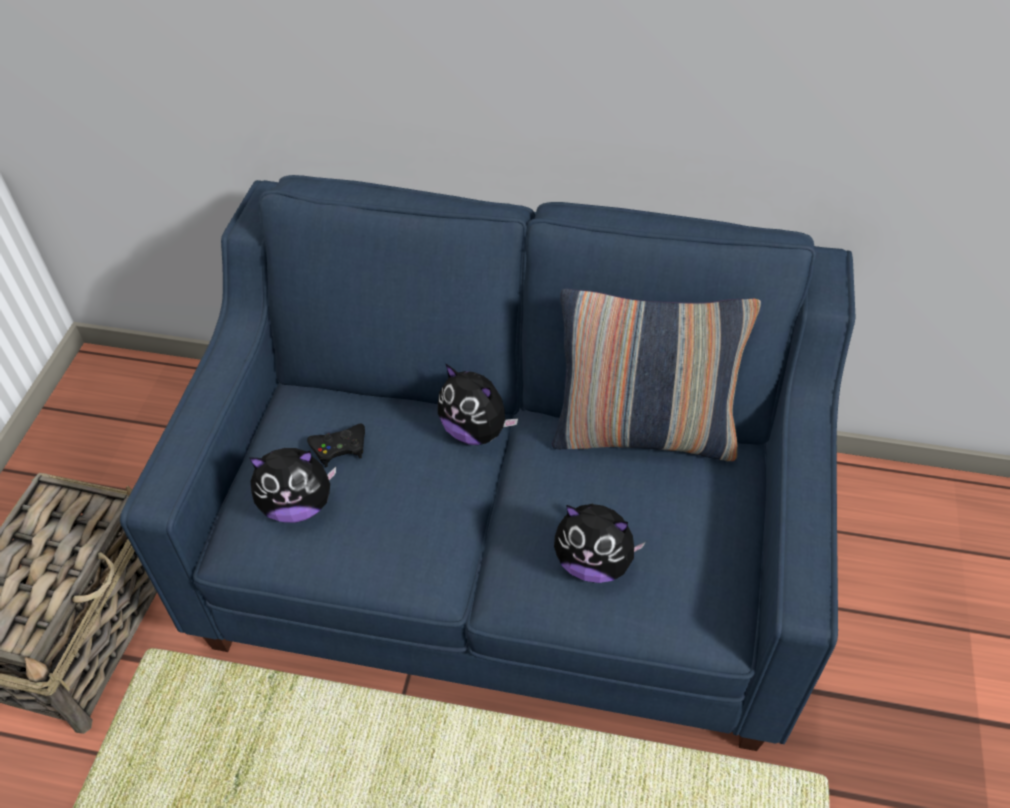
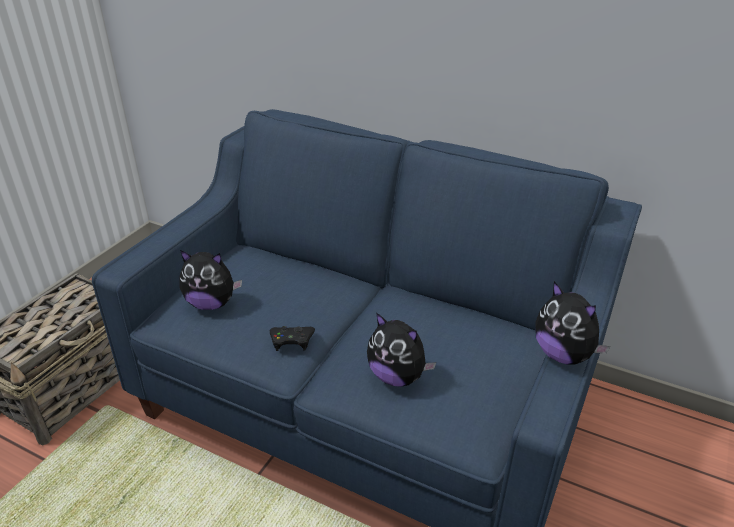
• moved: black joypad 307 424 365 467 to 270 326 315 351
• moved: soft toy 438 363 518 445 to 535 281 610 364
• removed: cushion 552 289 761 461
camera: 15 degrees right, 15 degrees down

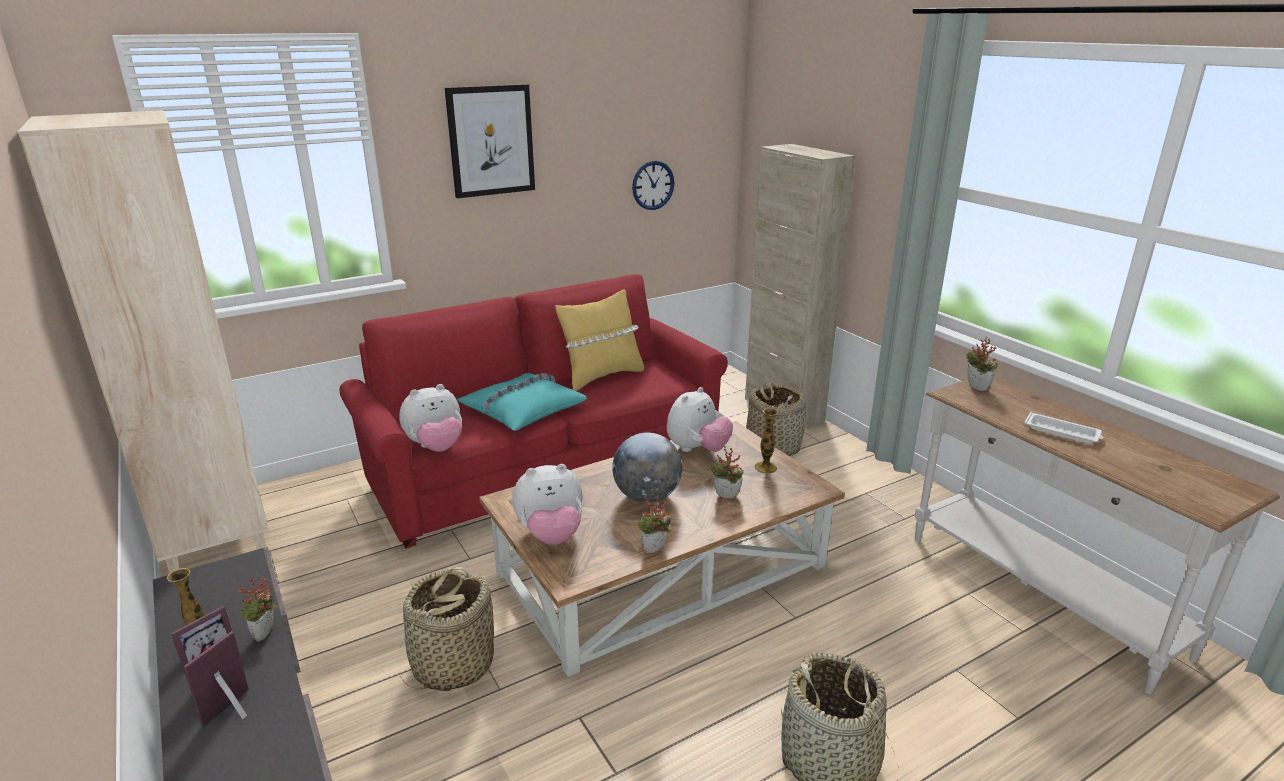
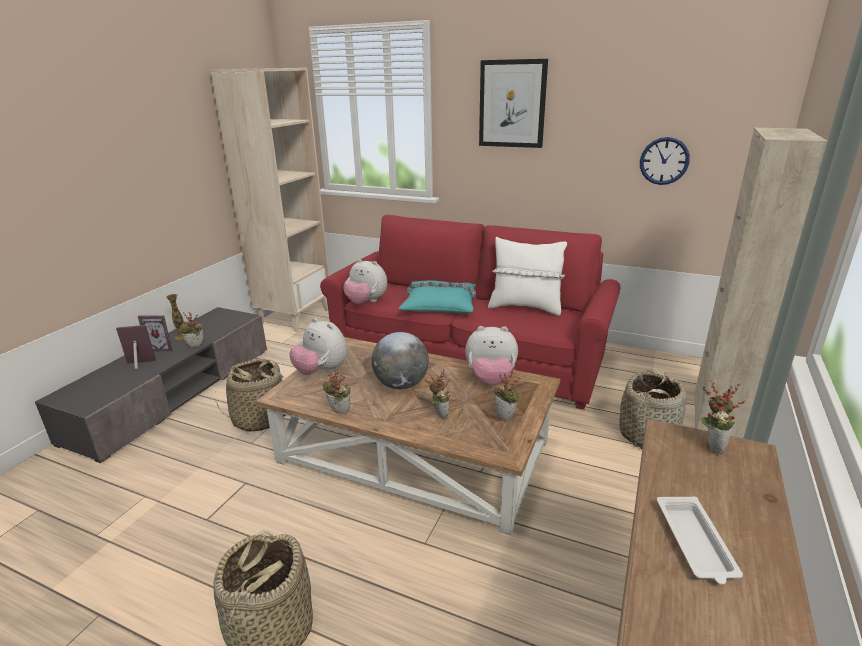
• recoloured: yellow cushion 555 289 644 391 to white-coloured cushion 488 237 567 316
• replaced: decorative vase 754 408 779 474 to plant in a pot 494 368 520 421
camera: 55 degrees right, 0 degrees up

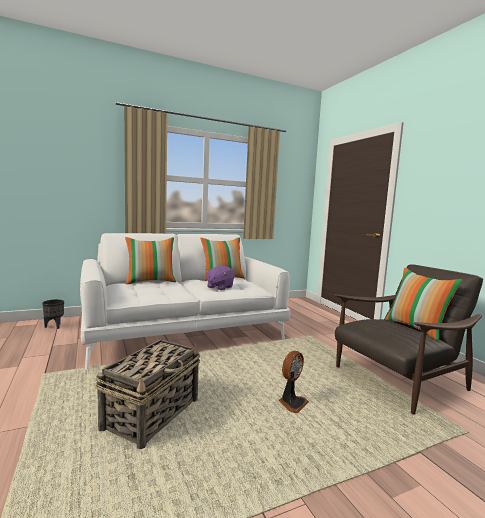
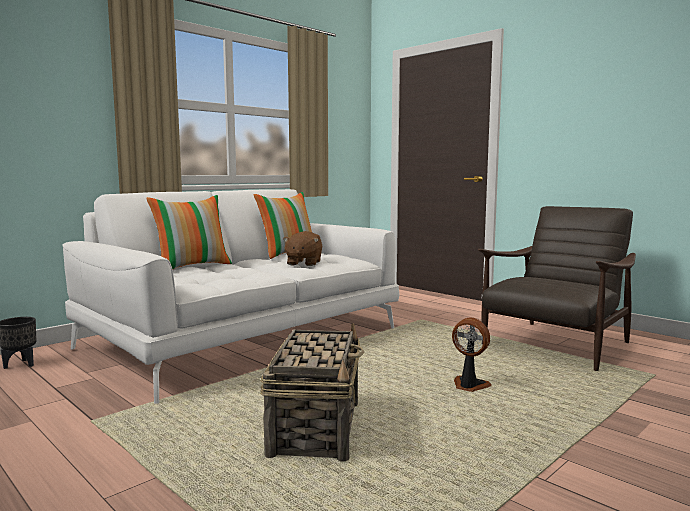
• recoloured: purplish soft toy 206 266 235 290 to brown-coloured soft toy 283 231 322 266
• turned: fan 278 351 309 413 = 452 318 492 392 75 degrees counterclockwise
• removed: cushion 385 268 462 341
camera: 20 degrees left, 0 degrees up

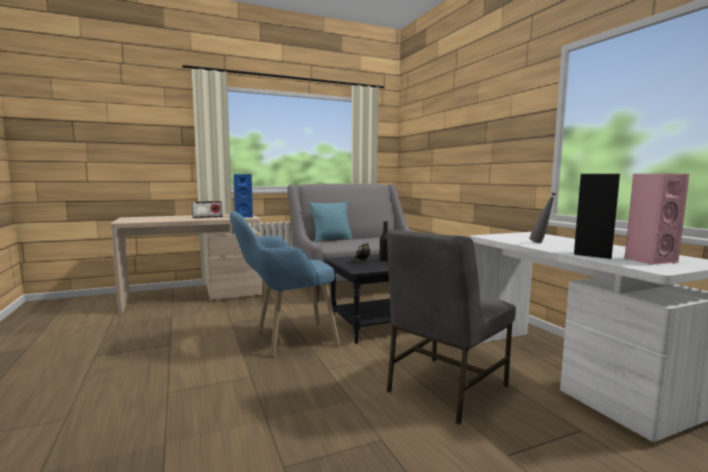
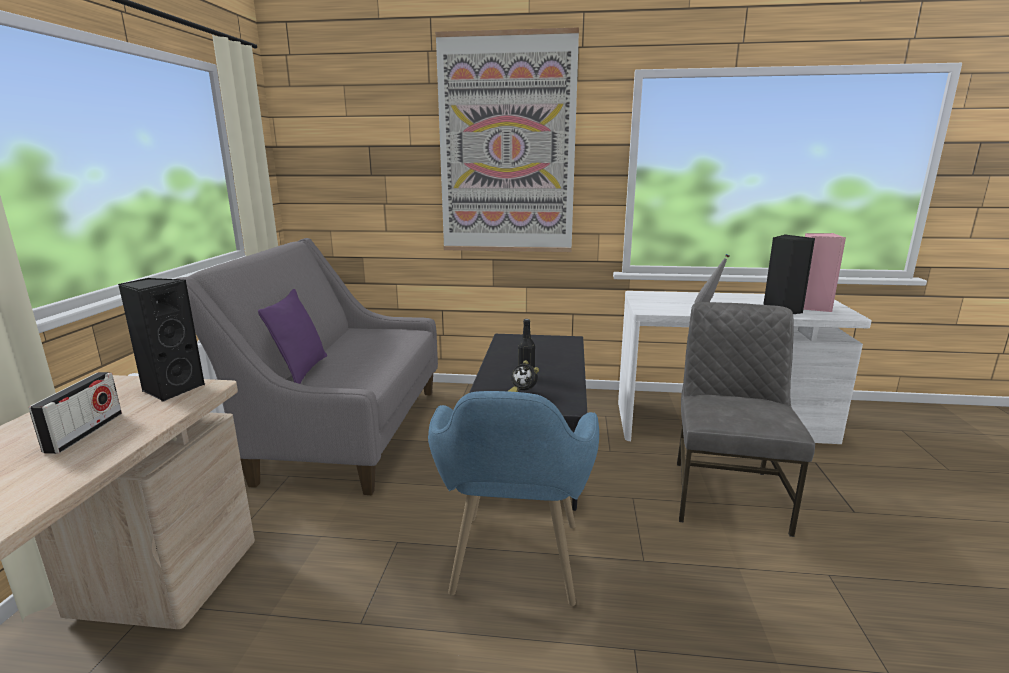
• recoloured: blue-coloured audio speaker 233 174 253 218 to black audio speaker 118 278 205 402
• recoloured: blue-green cushion 310 201 353 242 to purplish cushion 258 289 327 384
• turned: greyish chair 387 229 516 425 = 677 302 815 537 150 degrees counterclockwise
• added: picture 435 27 579 252
camera: 60 degrees left, 10 degrees up

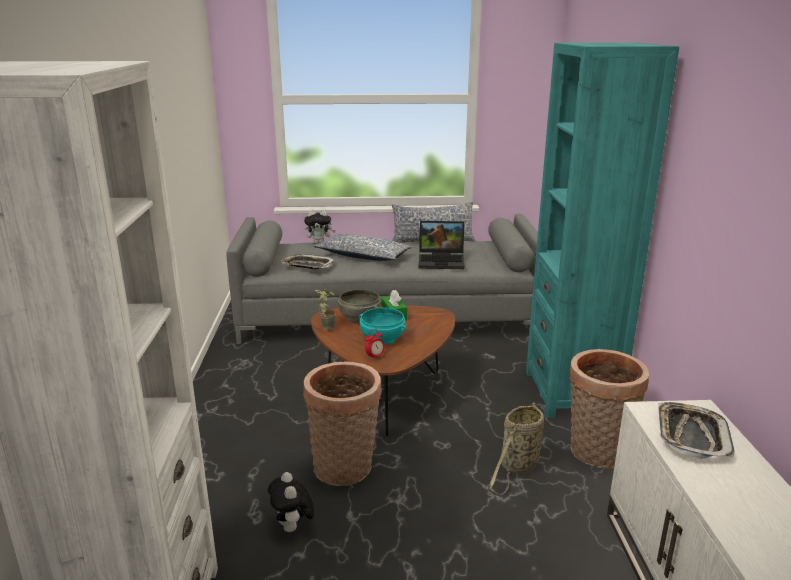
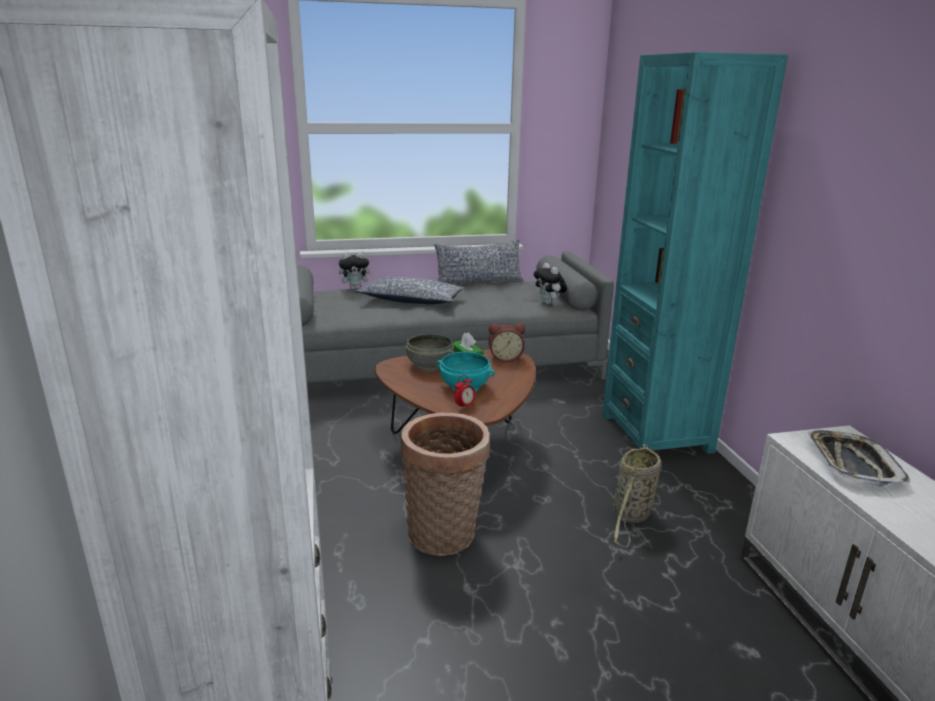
• moved: soft toy 268 472 314 532 to 534 263 567 305
• removed: carrying tray 281 254 334 270
• removed: plant in a pot 315 288 336 331
• removed: portable computer 419 221 464 269
• removed: basket 569 349 649 469
• added: alarm clock 489 323 525 362
camera: 10 degrees left, 0 degrees up

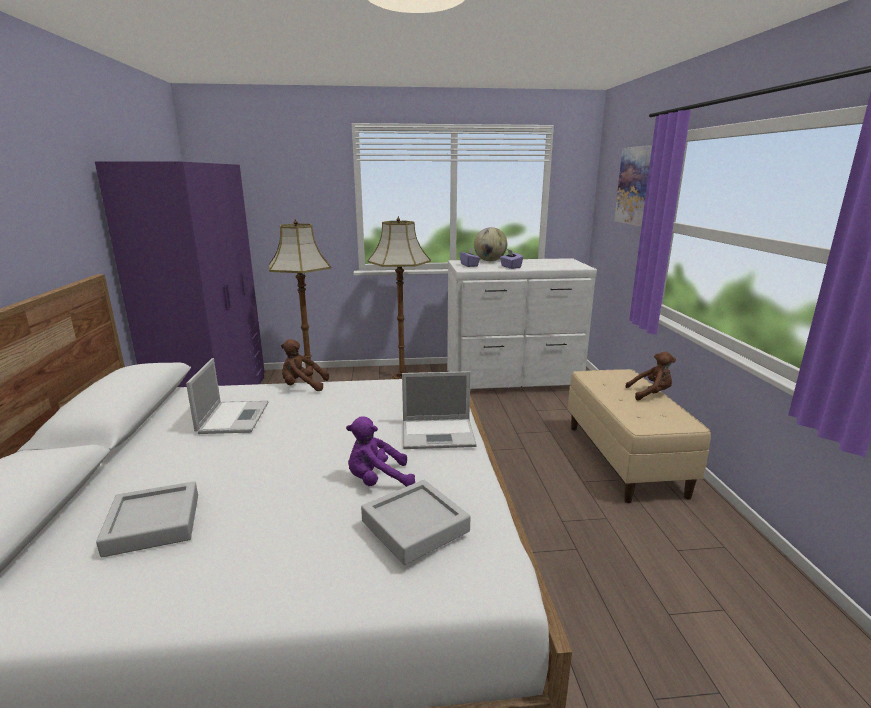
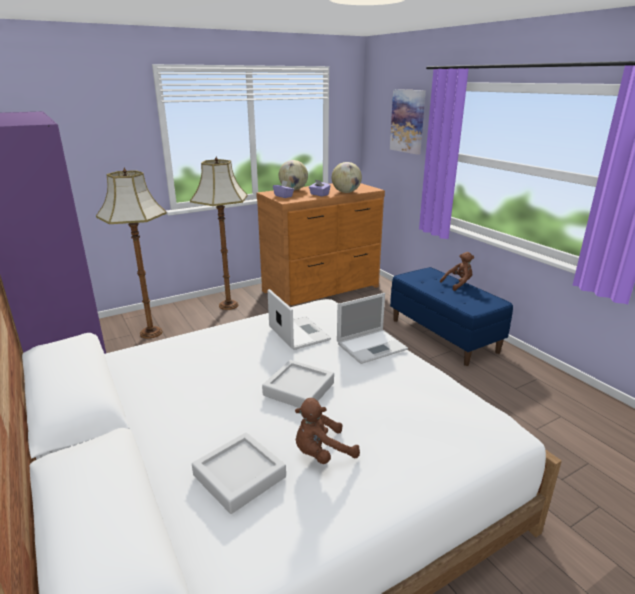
• moved: portable computer 186 358 269 434 to 267 289 331 350
• moved: brown-coloured soft toy 281 339 329 391 to 295 398 360 464
• removed: purplish soft toy 346 416 415 487
• moved: greyish carrying tray 361 480 471 565 to 262 360 334 408
• recoloured: white-coloured drawer chest 447 258 597 389 to brown-coloured drawer chest 256 183 385 306
• recoloured: sand-coloured bench 568 369 711 503 to blue-coloured bench 390 267 513 366
• added: desk globe 332 162 362 193
camera: 25 degrees left, 5 degrees up

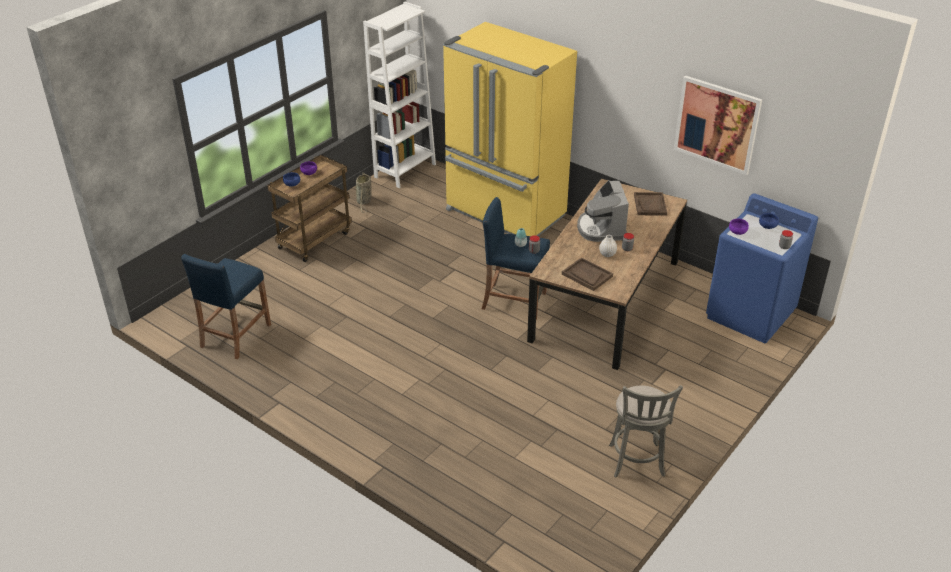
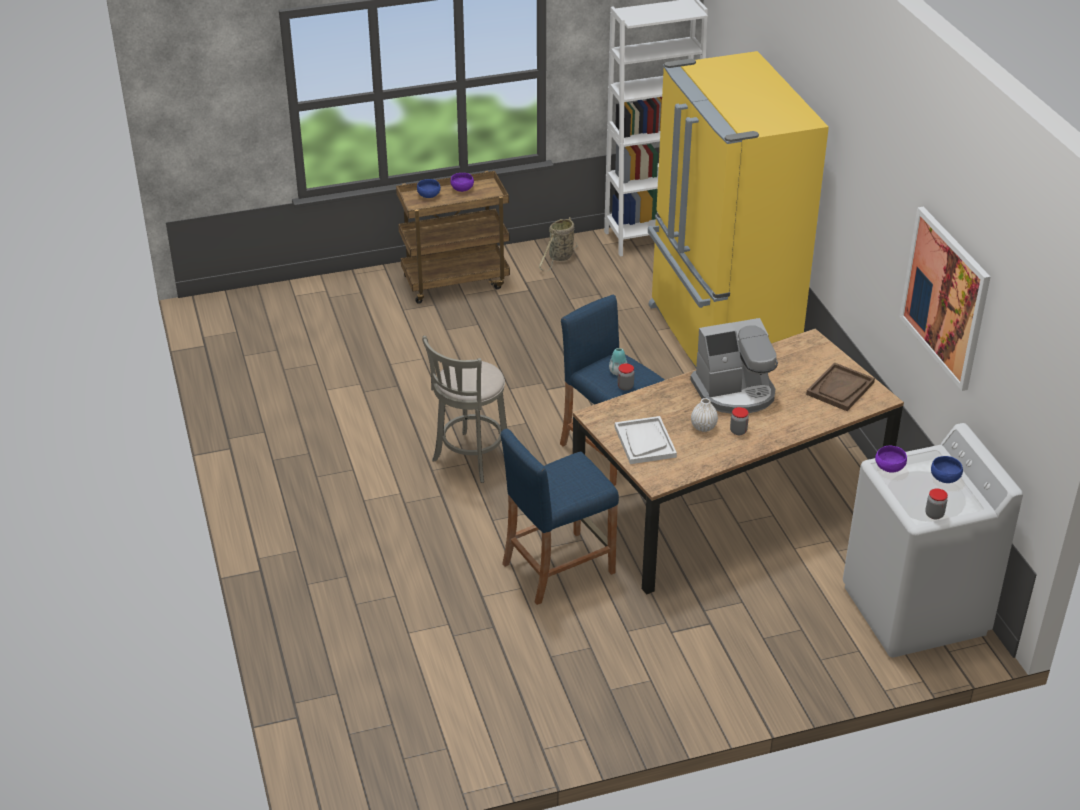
• moved: blue-coloured stool seat 181 254 271 359 to 501 429 619 605
• recoloured: brown-coloured carrying tray 562 258 613 291 to white-coloured carrying tray 615 416 677 464
• turned: coffee maker 577 180 629 242 = 690 318 778 414 135 degrees counterclockwise
• moved: greyish stool seat 609 385 683 478 to 422 336 507 483
• recoloured: blue-coloured washing machine 706 193 818 343 to white-coloured washing machine 843 423 1023 658
camera: 35 degrees right, 0 degrees up

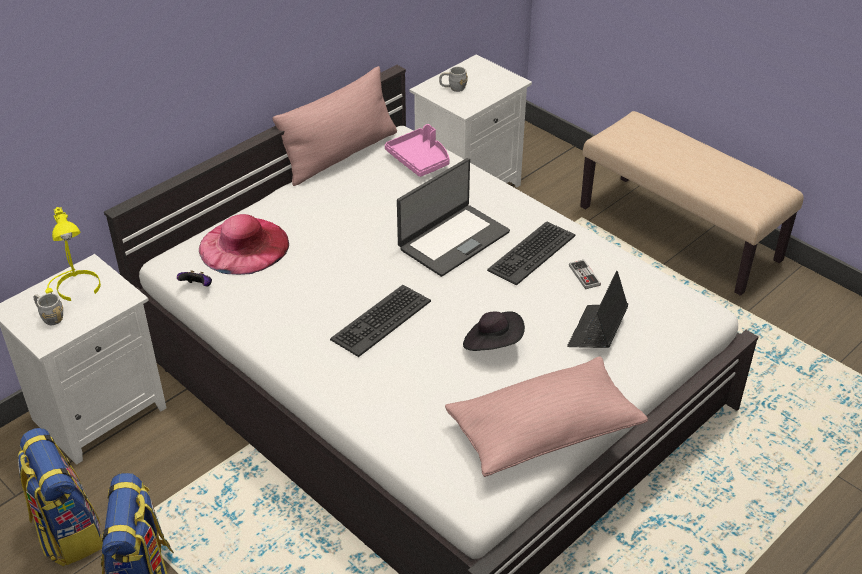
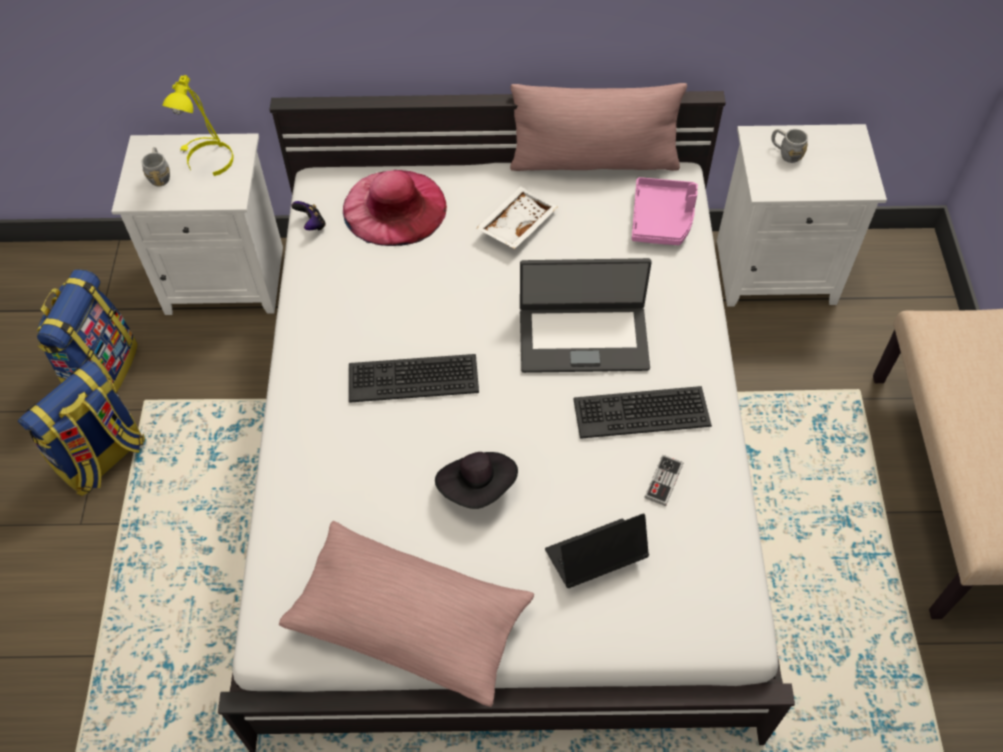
• added: white-coloured carrying tray 476 187 558 249
camera: 45 degrees right, 15 degrees up

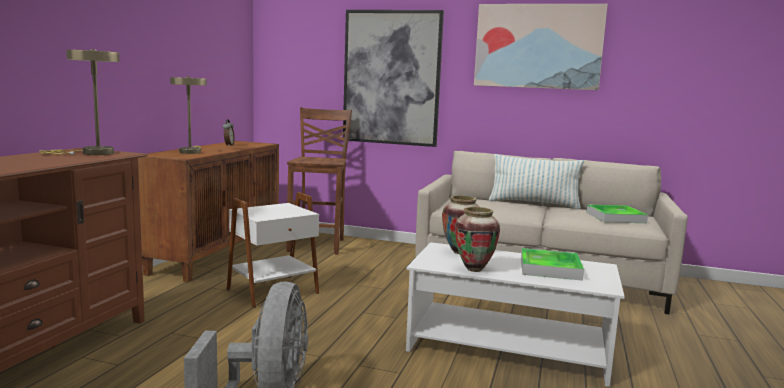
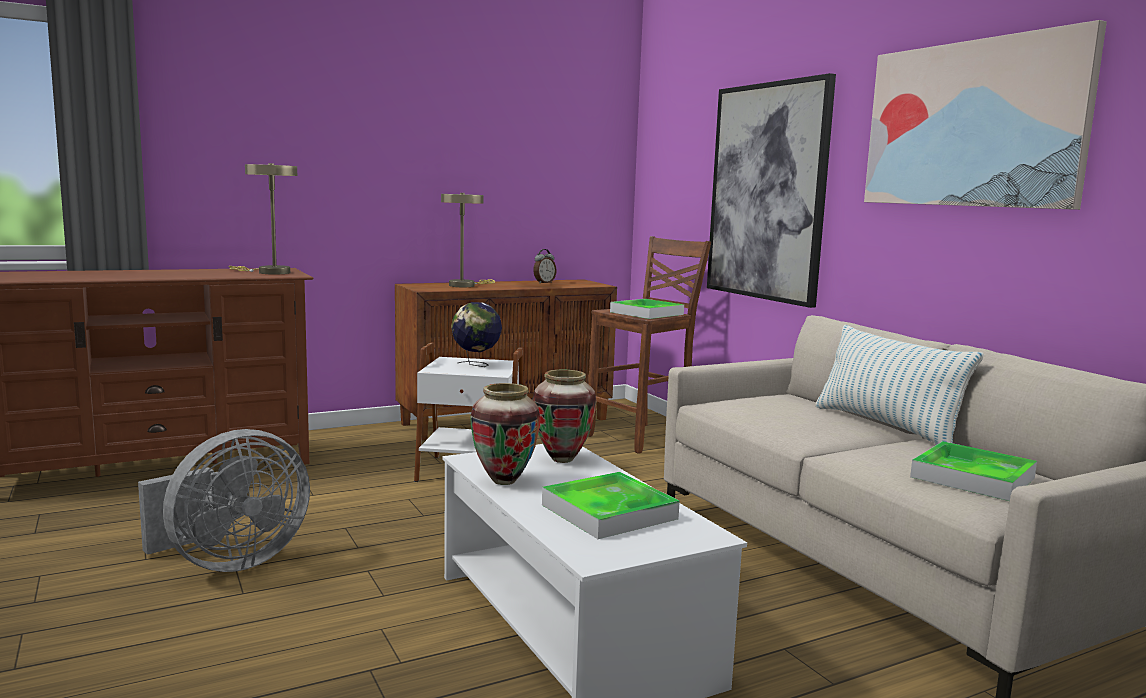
• added: desk globe 451 302 502 367
• added: carrying tray 610 299 684 319
camera: 45 degrees right, 0 degrees up

